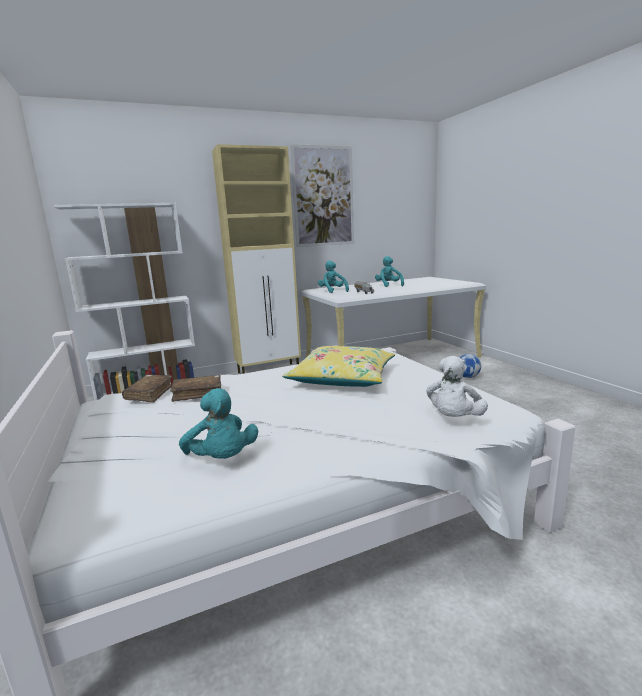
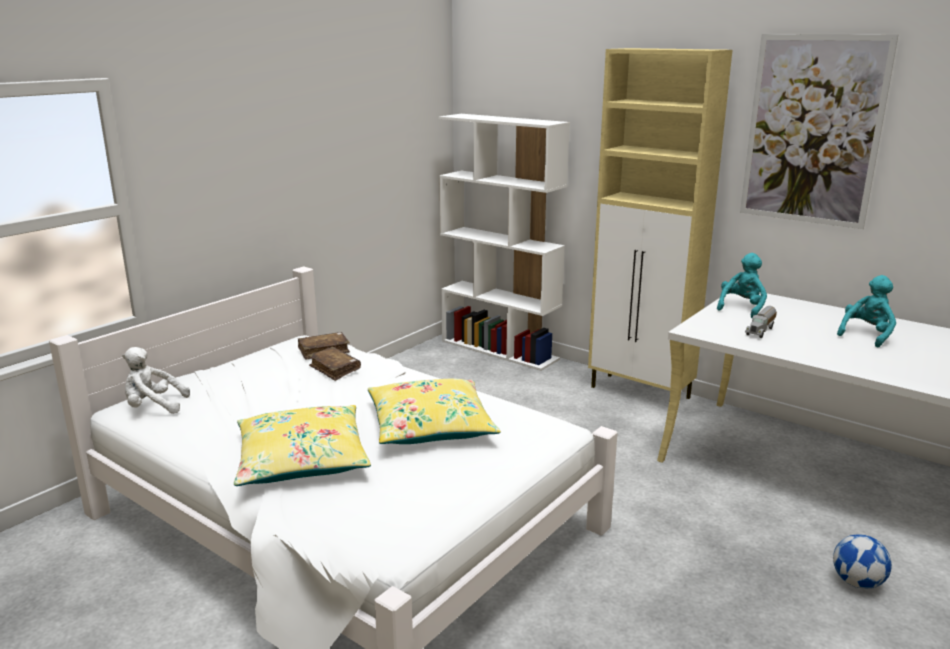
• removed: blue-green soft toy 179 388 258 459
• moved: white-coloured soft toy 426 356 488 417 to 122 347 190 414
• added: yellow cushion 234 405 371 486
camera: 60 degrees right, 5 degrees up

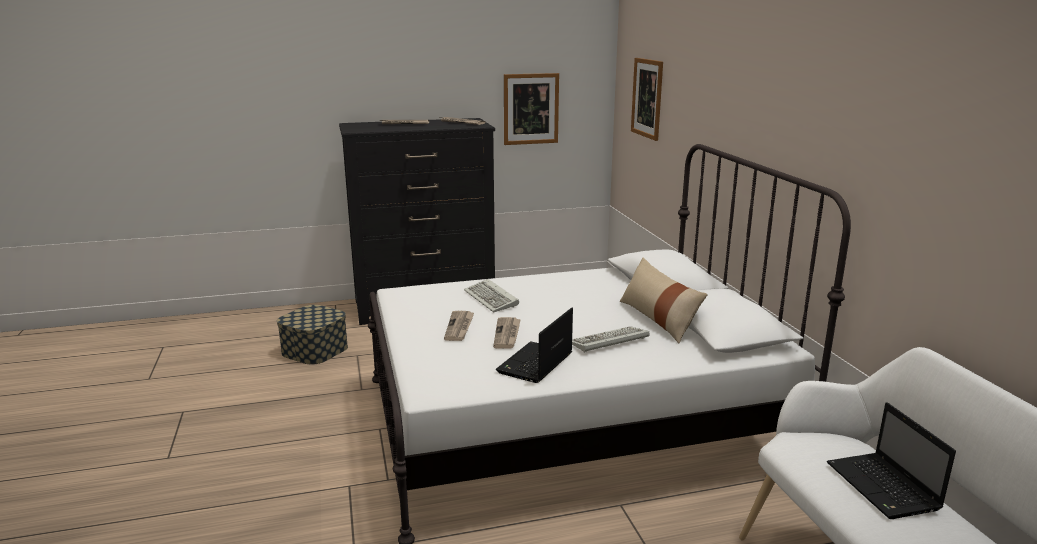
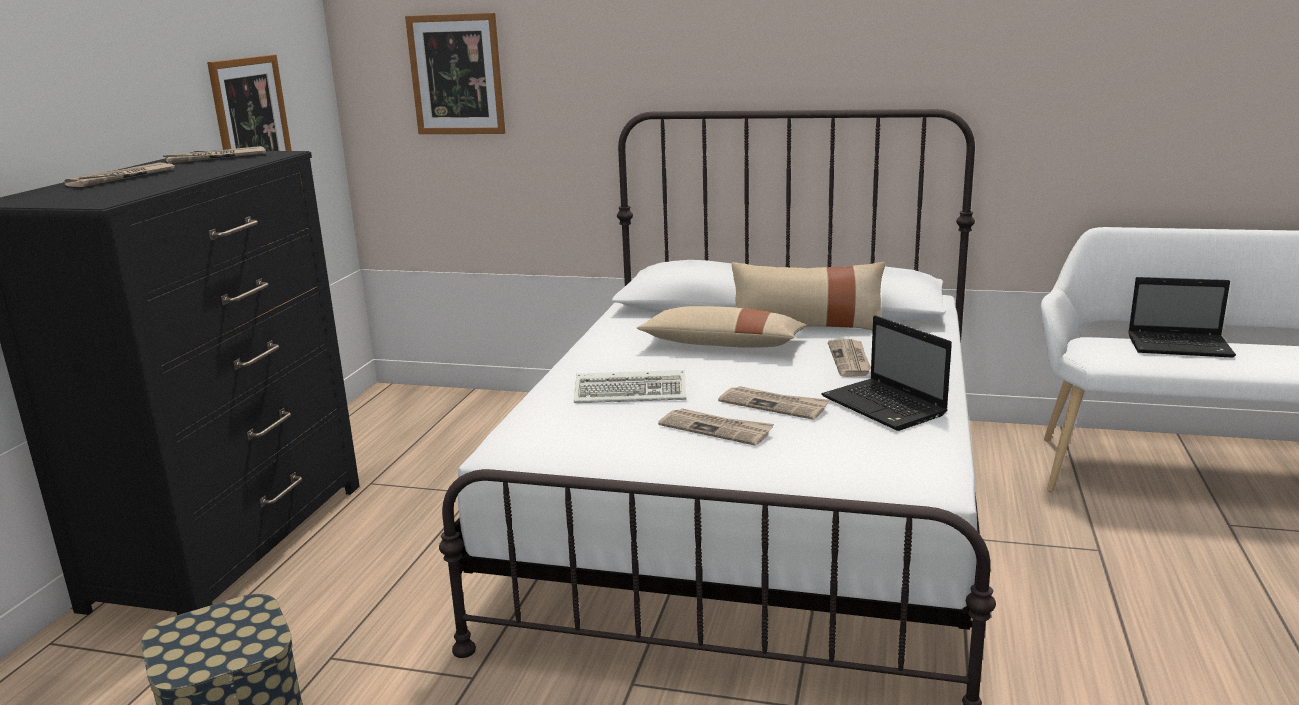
• replaced: PC keyboard 572 326 649 353 to printed paper 828 339 871 377
• added: sand-coloured cushion 637 306 807 348
camera: 60 degrees left, 0 degrees up

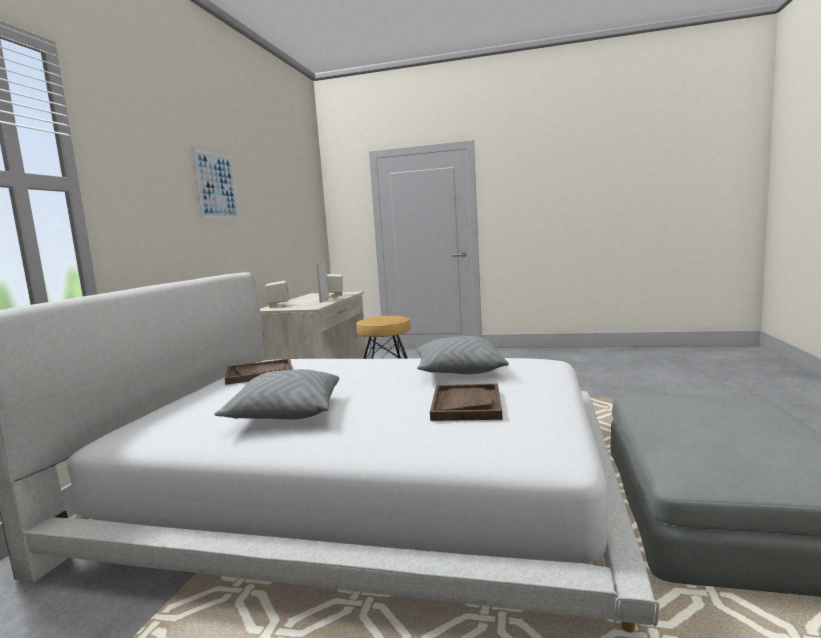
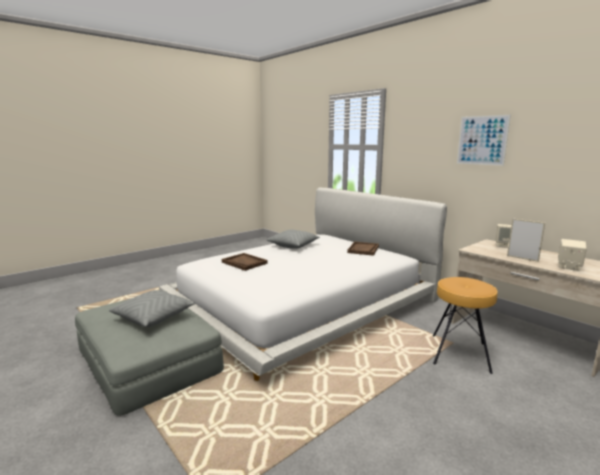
• moved: greyish cushion 416 336 509 374 to 109 290 195 327
camera: 125 degrees right, 5 degrees up

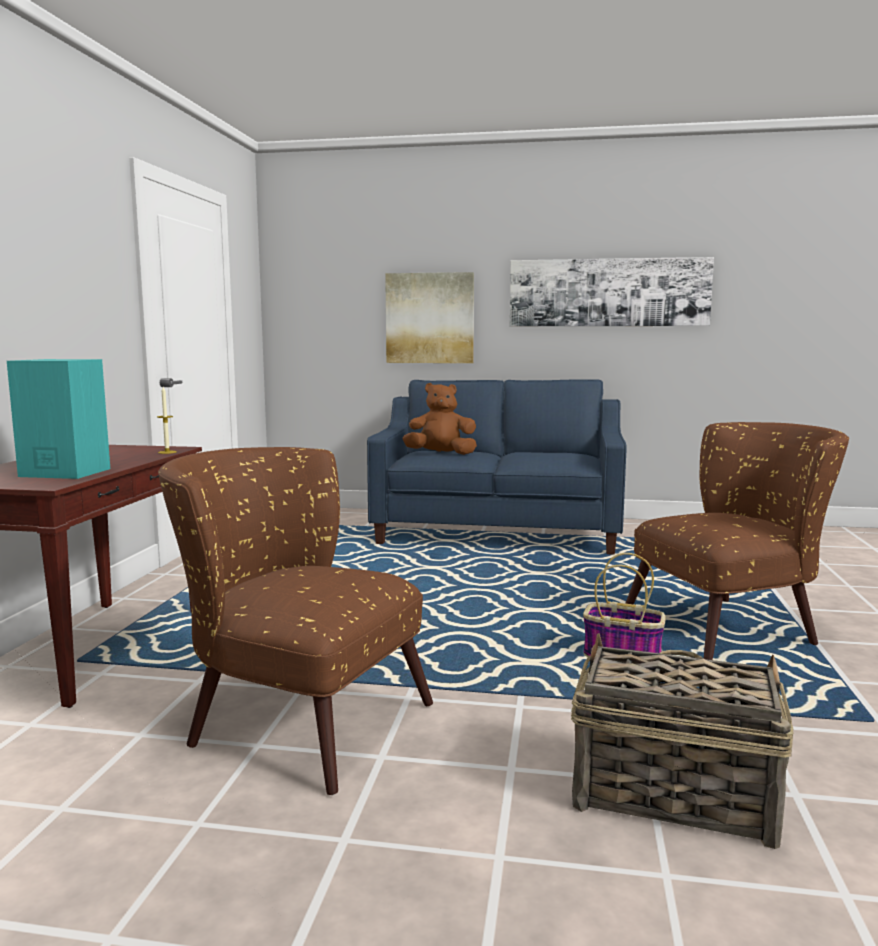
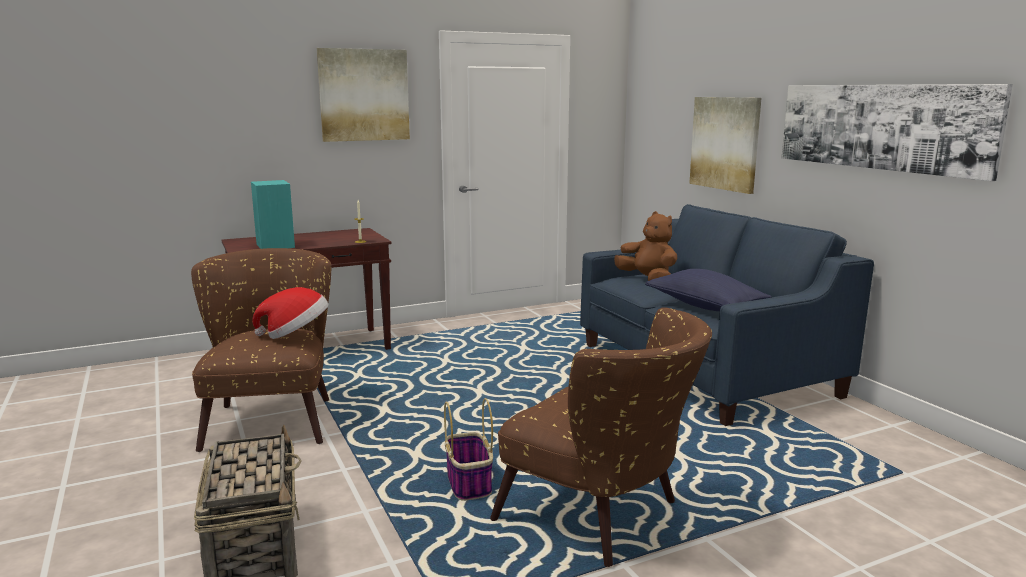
• added: hat 252 287 328 339
• added: picture 317 48 410 142
• added: blue-coloured cushion 645 269 772 311
camera: 55 degrees right, 5 degrees up

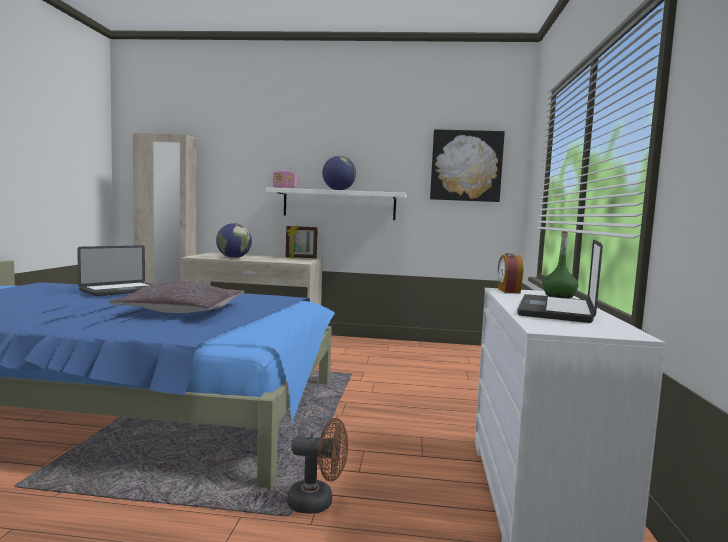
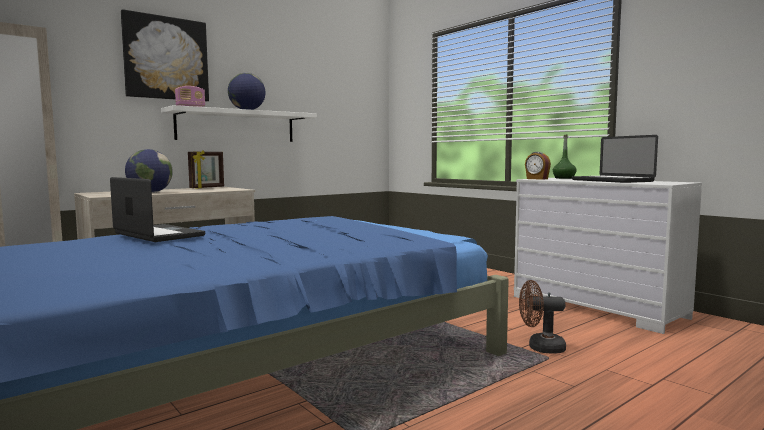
• turned: portable computer 77 245 153 296 = 110 177 205 242 45 degrees counterclockwise
• removed: greyish cushion 110 281 244 313
• turned: brown-coloured fan 287 418 348 514 = 519 280 566 354 135 degrees counterclockwise
• moved: picture 430 129 505 202 to 121 9 209 102
camera: 45 degrees left, 0 degrees up

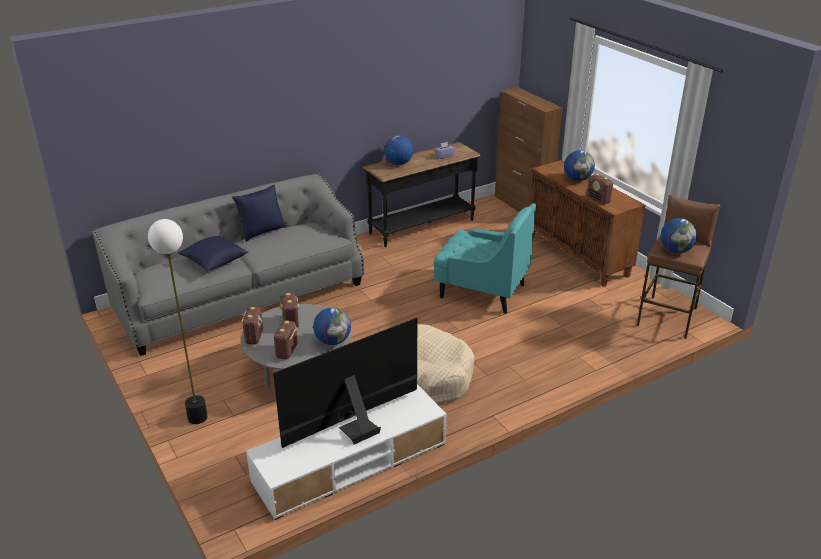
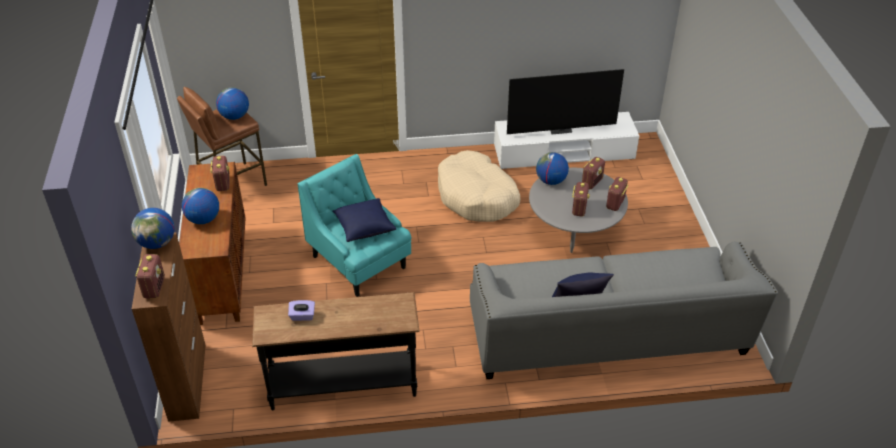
• removed: standard lamp 148 219 208 424
• moved: blue-coloured cushion 178 236 249 271 to 332 198 397 242
• moved: desk globe 384 135 413 165 to 131 208 175 249
• added: radio set 135 254 165 298
camera: 155 degrees left, 10 degrees up

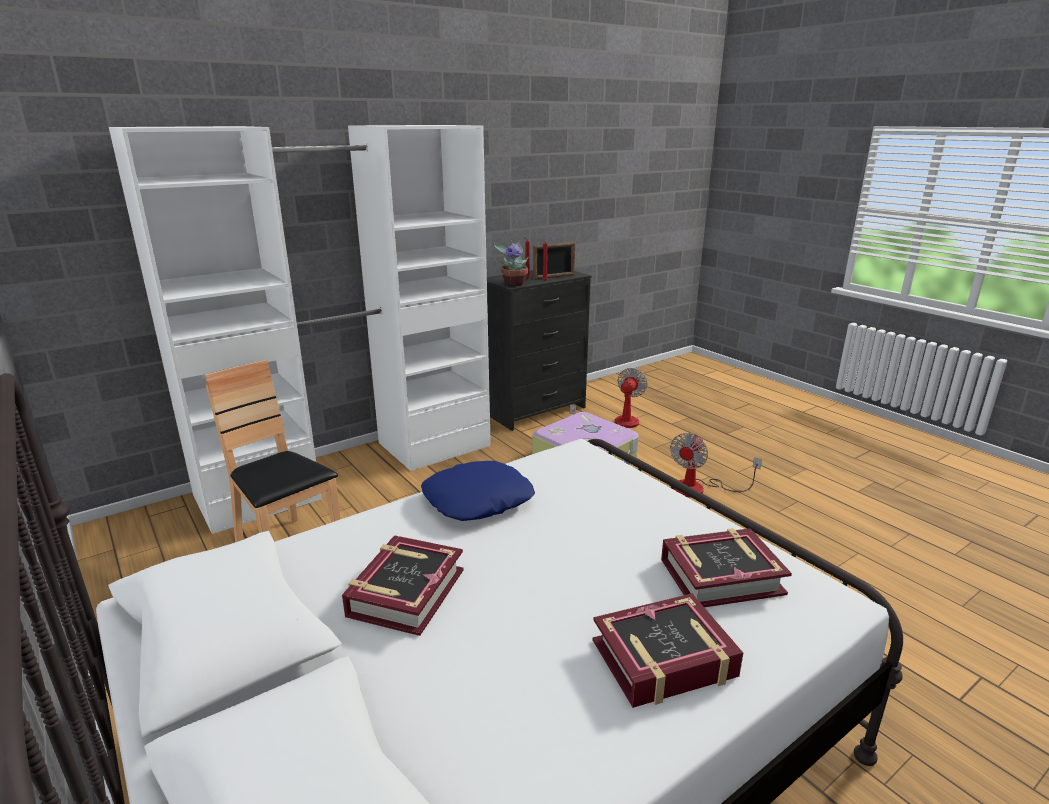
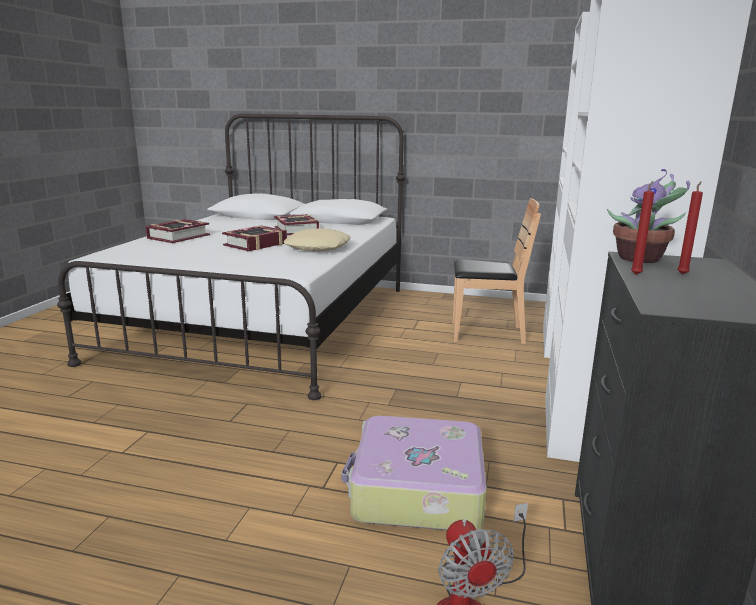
• recoloured: blue-coloured cushion 421 461 535 521 to sand-coloured cushion 284 228 351 252
• removed: standing frame 533 242 575 280
• moved: volume 661 528 792 607 to 222 226 287 252
• removed: fan 670 433 762 497
camera: 140 degrees right, 5 degrees down

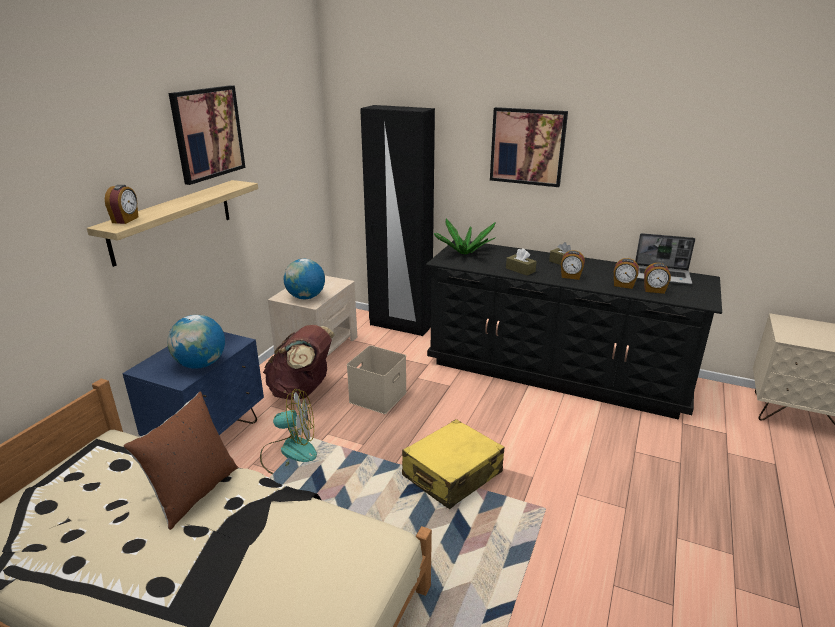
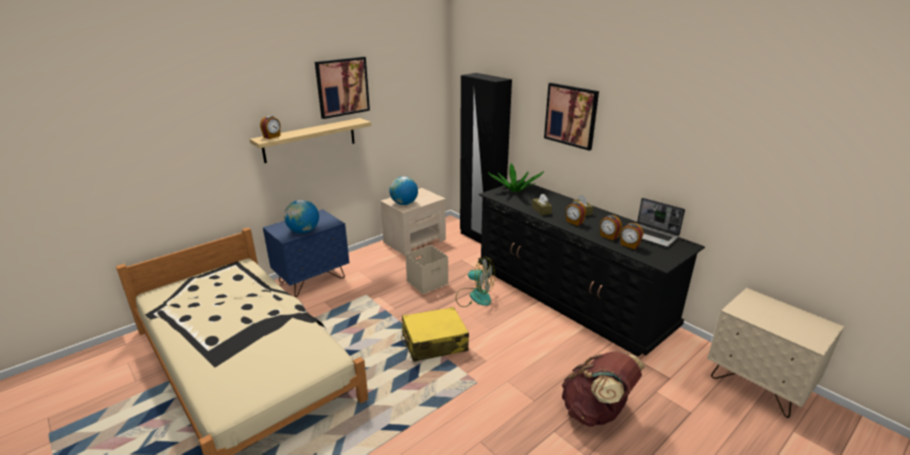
• removed: brown-coloured cushion 123 391 238 530
• moved: fan 260 389 317 474 to 456 257 495 307
• moved: brown-coloured backpack 263 325 335 400 to 562 351 645 427
camera: 25 degrees right, 0 degrees up

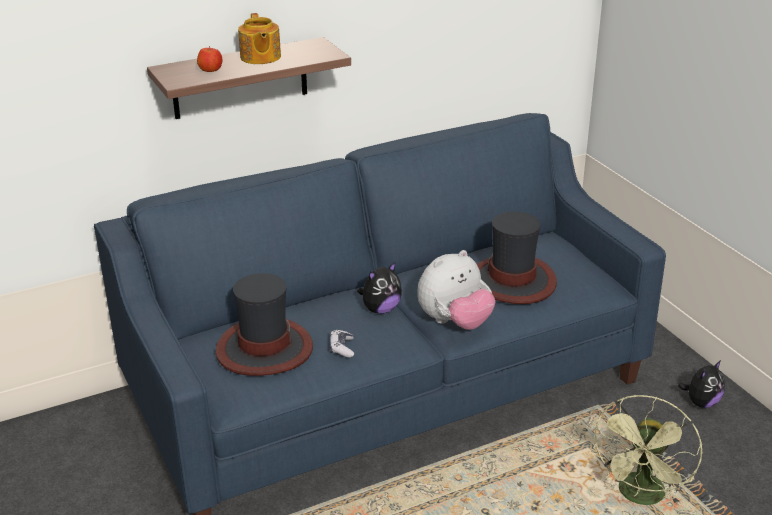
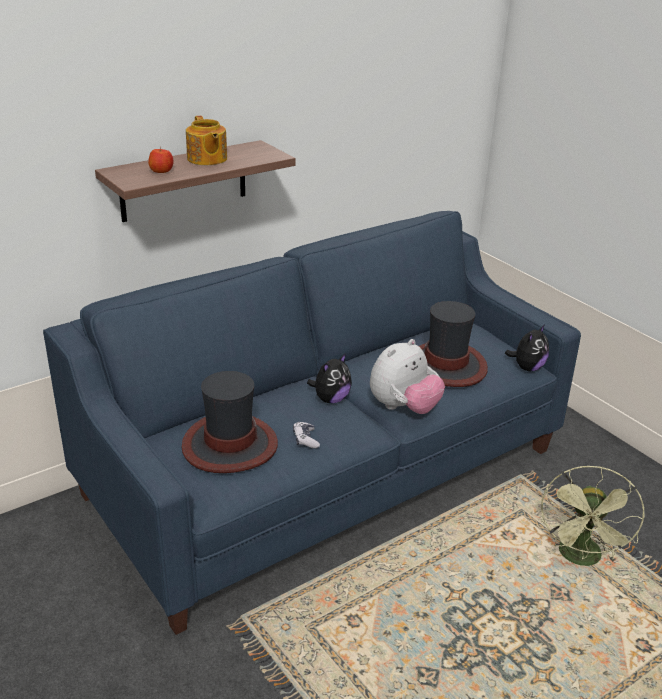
• moved: soft toy 678 360 725 408 to 505 324 549 371
camera: 10 degrees left, 0 degrees up

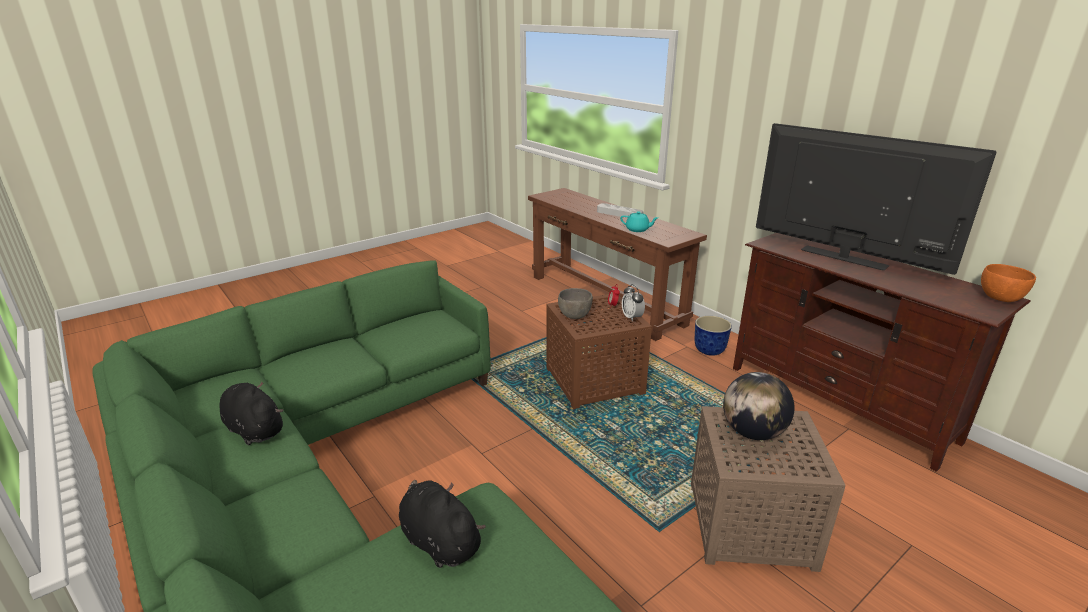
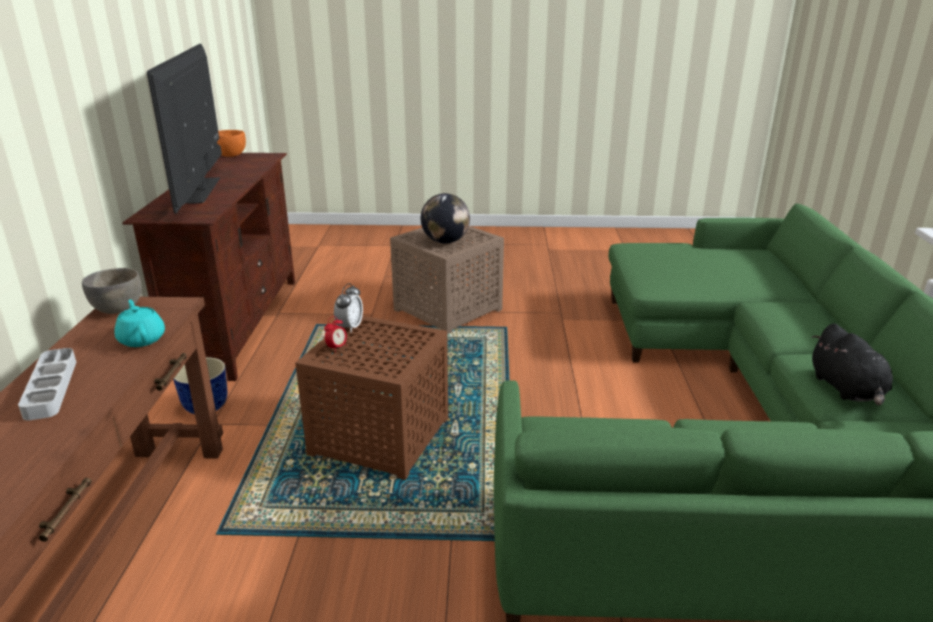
• removed: black soft toy 399 480 486 568
• moved: greyish deep dish 558 288 593 319 to 82 268 142 314
camera: 140 degrees left, 0 degrees up

